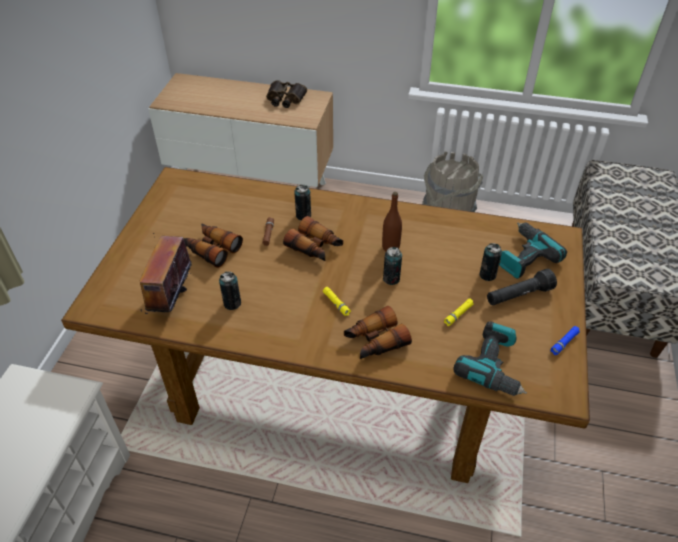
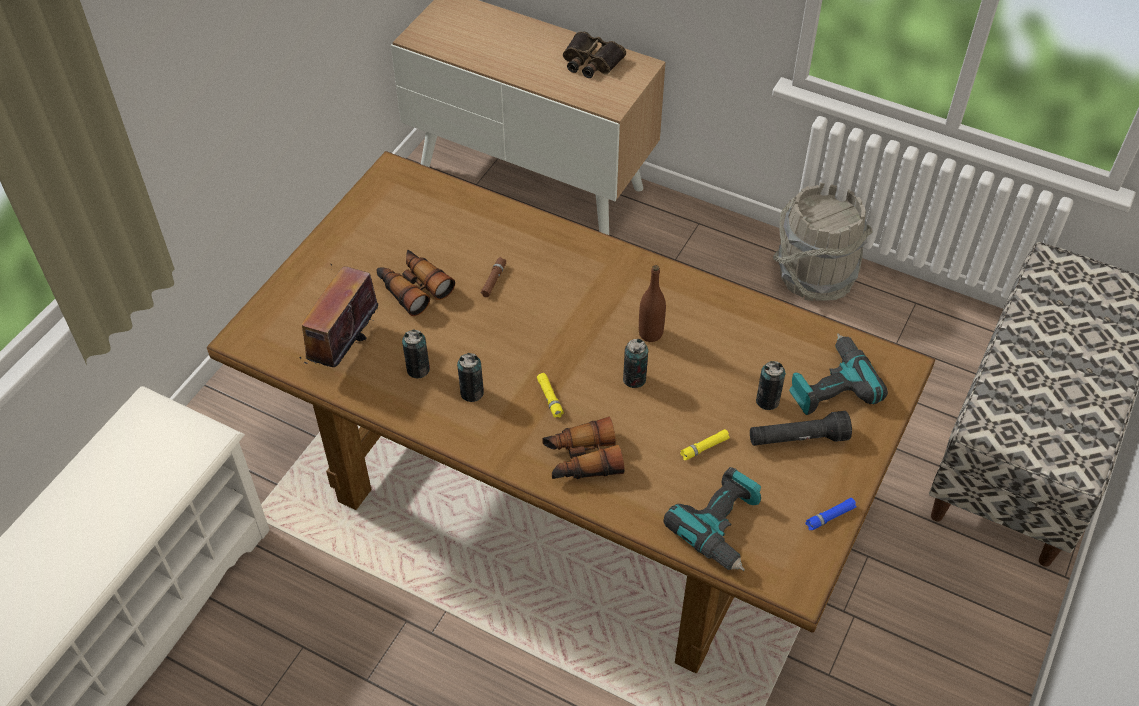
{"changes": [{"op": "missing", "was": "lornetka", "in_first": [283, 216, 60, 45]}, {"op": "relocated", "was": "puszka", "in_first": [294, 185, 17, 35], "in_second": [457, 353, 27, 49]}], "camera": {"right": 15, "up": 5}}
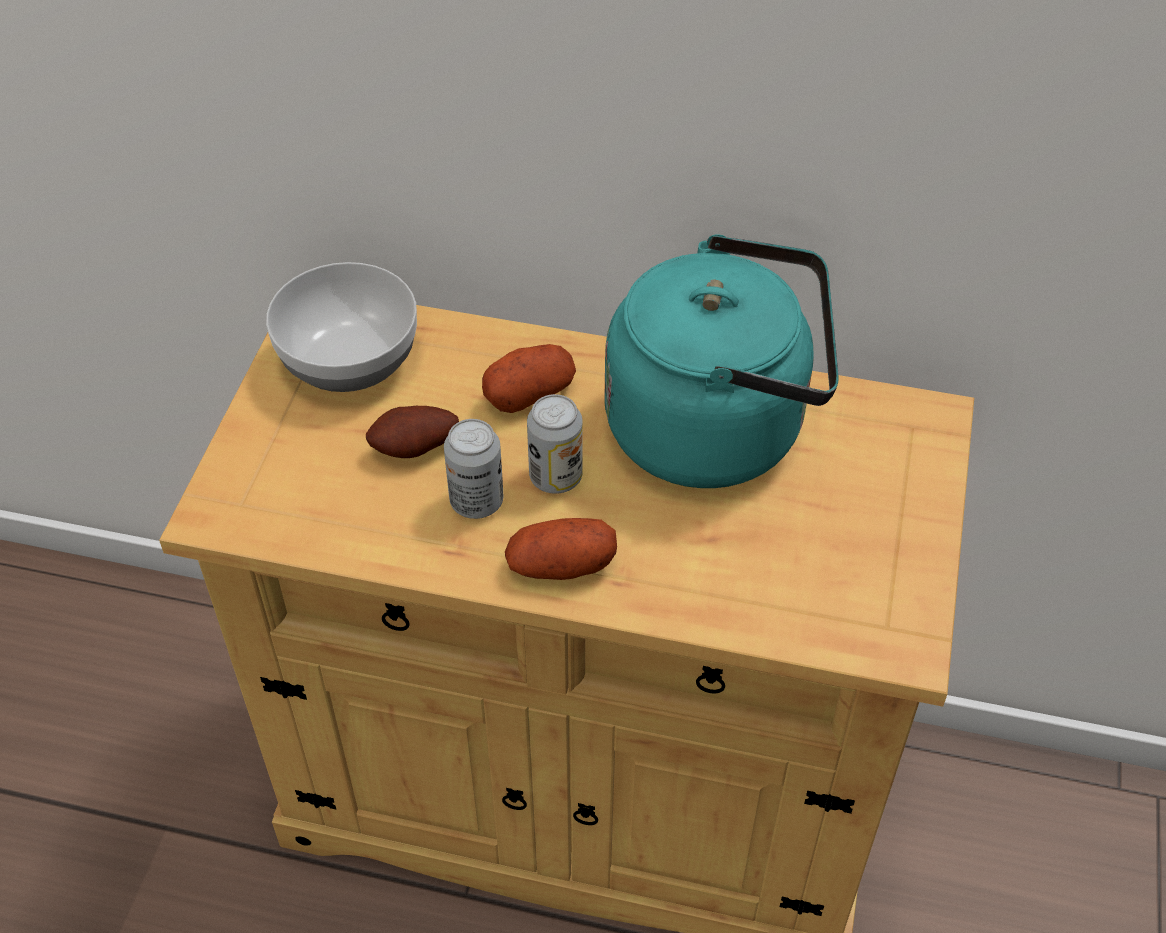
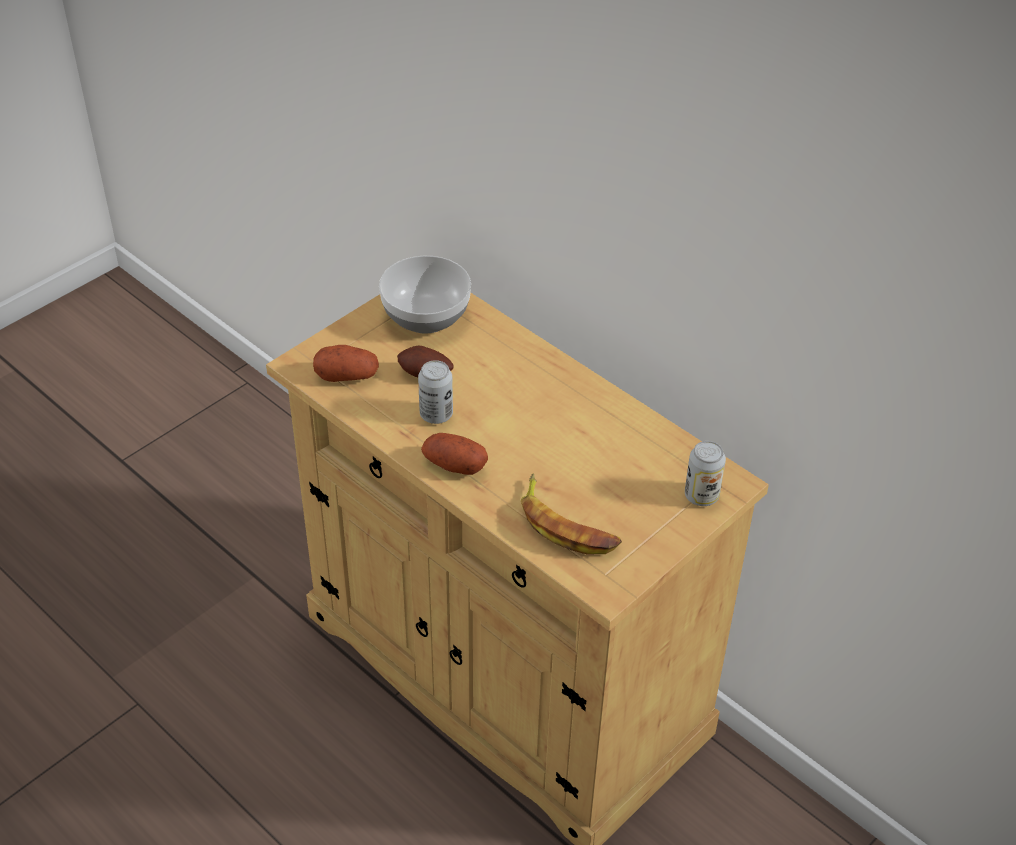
{"changes": [{"op": "relocated", "was": "ziemniak", "in_first": [482, 344, 94, 69], "in_second": [313, 345, 66, 37]}, {"op": "relocated", "was": "puszka", "in_first": [527, 394, 56, 100], "in_second": [685, 441, 41, 65]}, {"op": "missing", "was": "czajnik (turkusowy)", "in_first": [604, 234, 235, 254]}, {"op": "appeared", "now": "banan", "in_second": [521, 473, 101, 81]}], "camera": {"right": 30, "up": -5}}
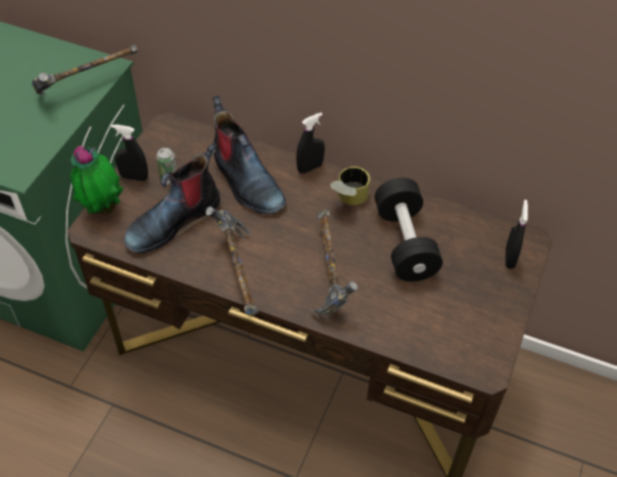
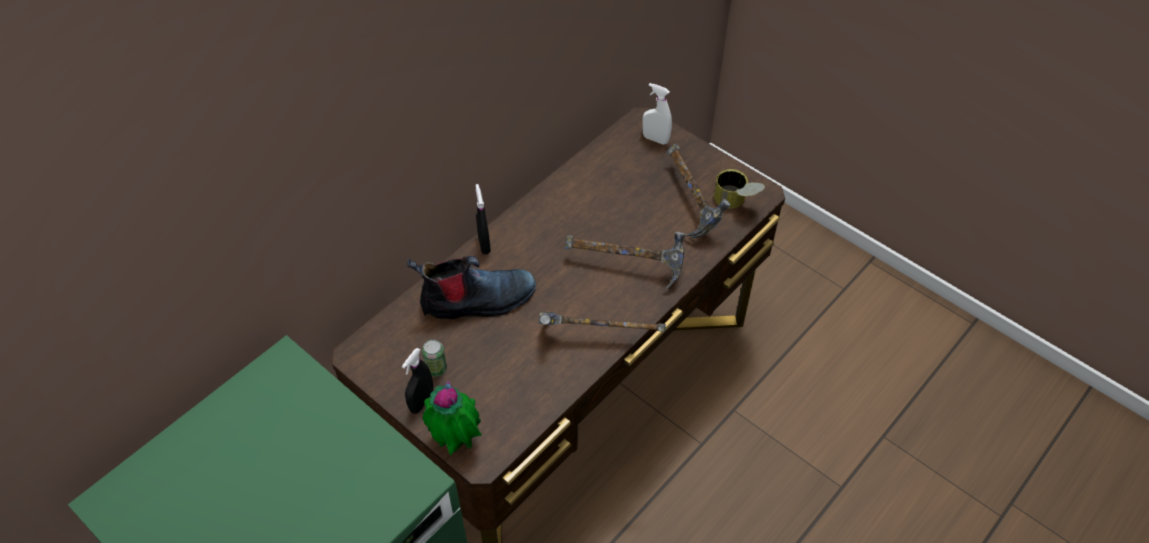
{"changes": [{"op": "relocated", "was": "młotek", "in_first": [32, 44, 106, 51], "in_second": [667, 144, 63, 94]}, {"op": "missing", "was": "but z cholewką", "in_first": [124, 142, 96, 111]}, {"op": "relocated", "was": "puszka", "in_first": [330, 166, 40, 39], "in_second": [714, 169, 51, 40]}, {"op": "missing", "was": "hantel (czarny)", "in_first": [375, 178, 68, 104]}, {"op": "colour", "was": "spryskiwacz (czarny)", "now": "spryskiwacz (biały)", "in_first": [505, 200, 23, 69], "in_second": [642, 83, 30, 62]}], "camera": {"right": -70, "up": 0}}
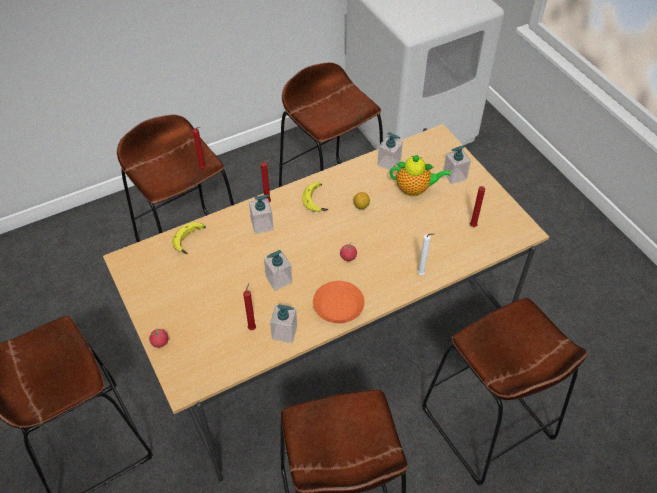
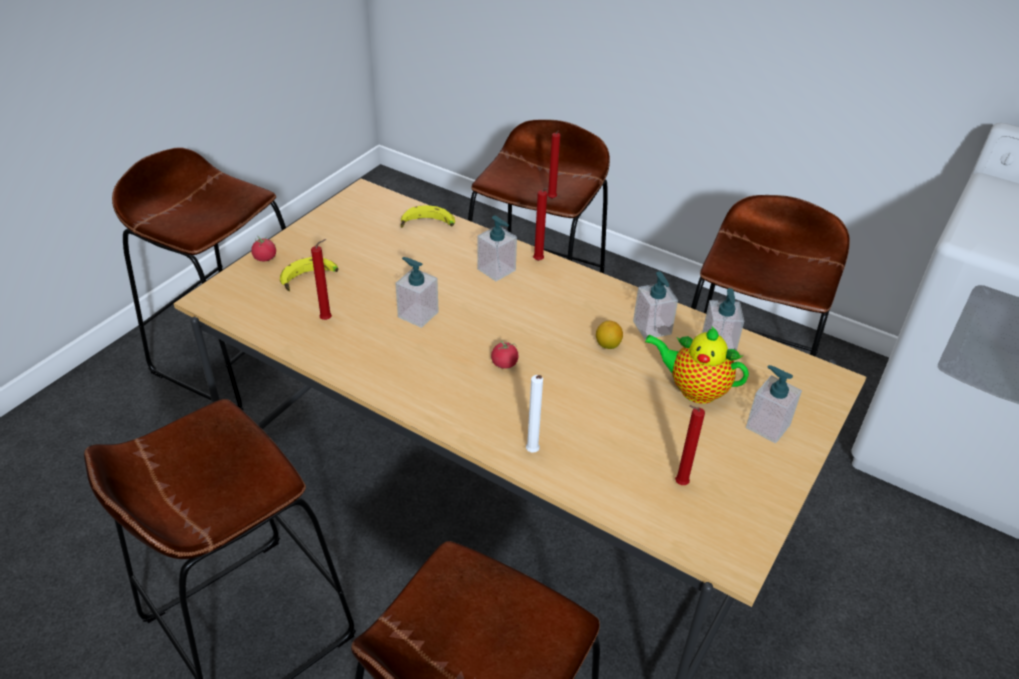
{"changes": [{"op": "relocated", "was": "dozownik mydła", "in_first": [270, 304, 27, 39], "in_second": [633, 271, 45, 69]}, {"op": "relocated", "was": "banan", "in_first": [302, 182, 26, 30], "in_second": [280, 257, 58, 35]}, {"op": "missing", "was": "talerz (pomarańczowy)", "in_first": [313, 281, 52, 43]}, {"op": "spun", "was": "imbryk", "in_first": [390, 155, 61, 41], "in_second": [645, 326, 104, 78], "clockwise": 135}], "camera": {"right": 60, "up": -10}}
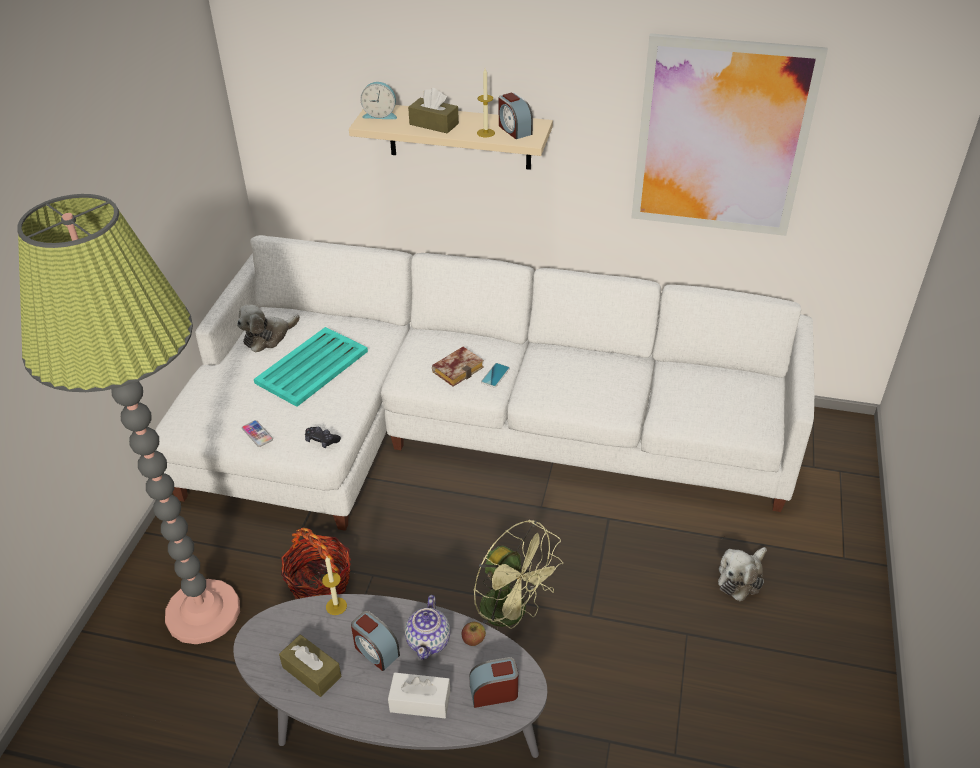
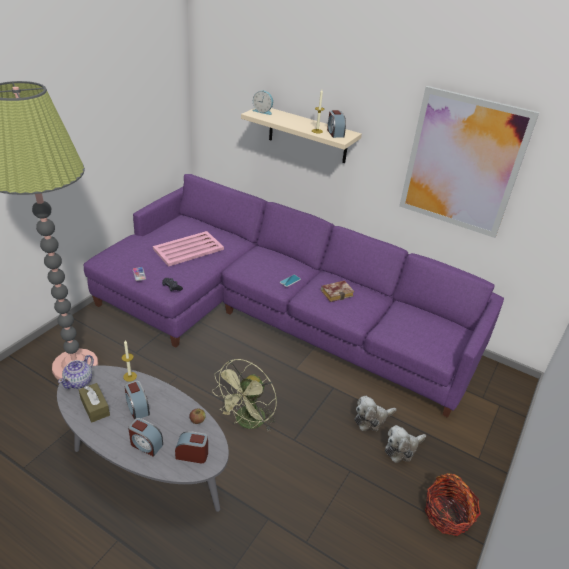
{"changes": [{"op": "colour", "was": "kanapa (biały)", "now": "kanapa (fioletowy)", "in_first": [155, 235, 659, 296], "in_second": [84, 174, 420, 244]}, {"op": "relocated", "was": "pluszak", "in_first": [237, 305, 63, 48], "in_second": [354, 396, 42, 35]}, {"op": "colour", "was": "taca (turkusowy)", "now": "taca (różowy)", "in_first": [254, 327, 114, 80], "in_second": [153, 231, 71, 36]}, {"op": "relocated", "was": "koszyk", "in_first": [281, 528, 70, 71], "in_second": [425, 473, 56, 63]}, {"op": "exchanged", "was": "pudełko chusteczek (biały)", "now": "budzik", "in_first": [388, 672, 62, 46], "in_second": [128, 418, 35, 39]}, {"op": "relocated", "was": "imbryk", "in_first": [405, 595, 45, 65], "in_second": [58, 355, 36, 34]}, {"op": "missing", "was": "pudełko chusteczek (brązowy)", "in_first": [408, 88, 51, 45]}, {"op": "relocated", "was": "książka", "in_first": [432, 347, 52, 40], "in_second": [321, 280, 34, 22]}, {"op": "spun", "was": "wentylator (zielony)", "in_first": [474, 520, 89, 109], "in_second": [212, 359, 65, 72], "clockwise": 60}], "camera": {"right": 15, "up": -5}}
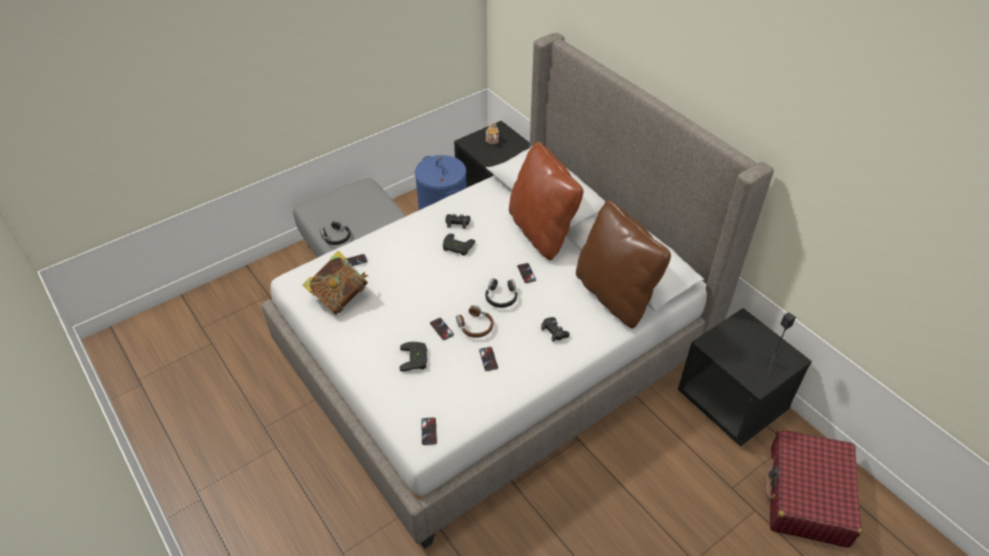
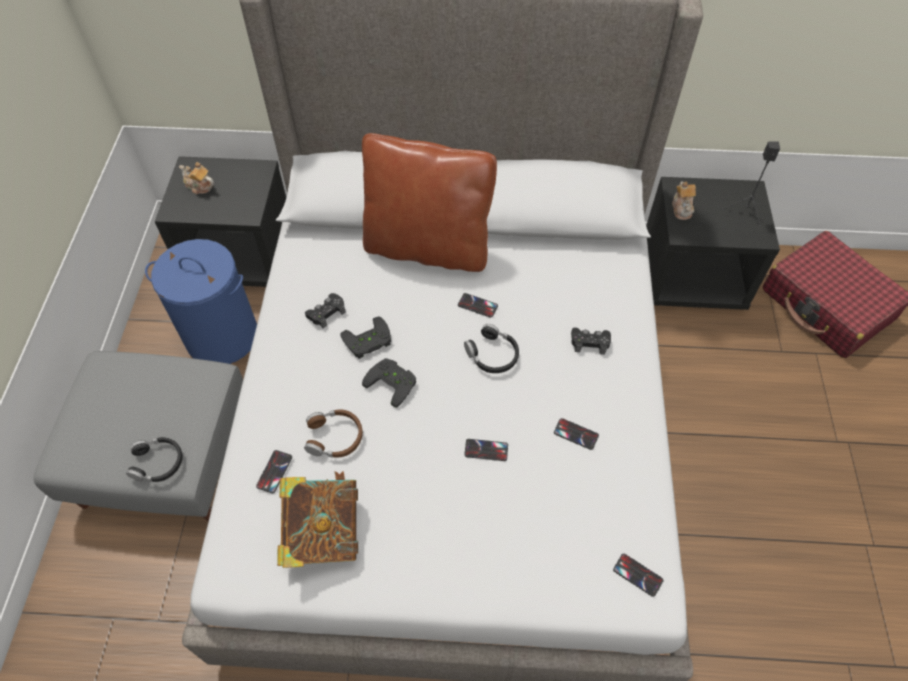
{"changes": [{"op": "relocated", "was": "pad do gier (czarny)", "in_first": [400, 342, 27, 30], "in_second": [362, 358, 54, 50]}, {"op": "relocated", "was": "słuchawki (brązowy)", "in_first": [456, 305, 37, 33], "in_second": [304, 410, 59, 48]}, {"op": "missing", "was": "poduszka (brązowy)", "in_first": [576, 200, 95, 128]}, {"op": "appeared", "now": "imbryk", "in_second": [672, 181, 24, 39]}], "camera": {"right": -50, "up": 10}}
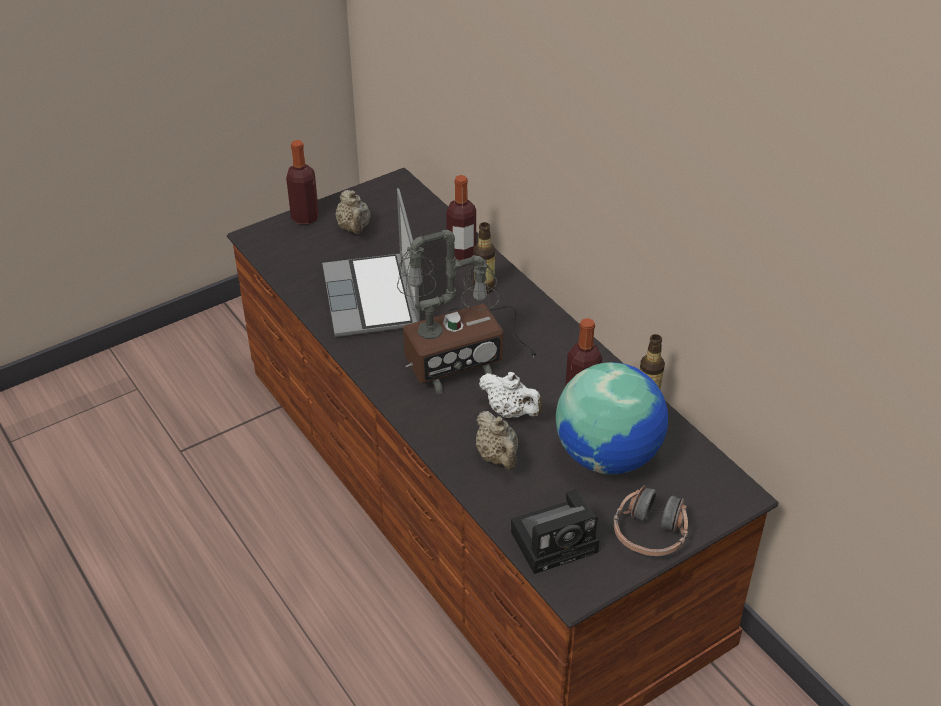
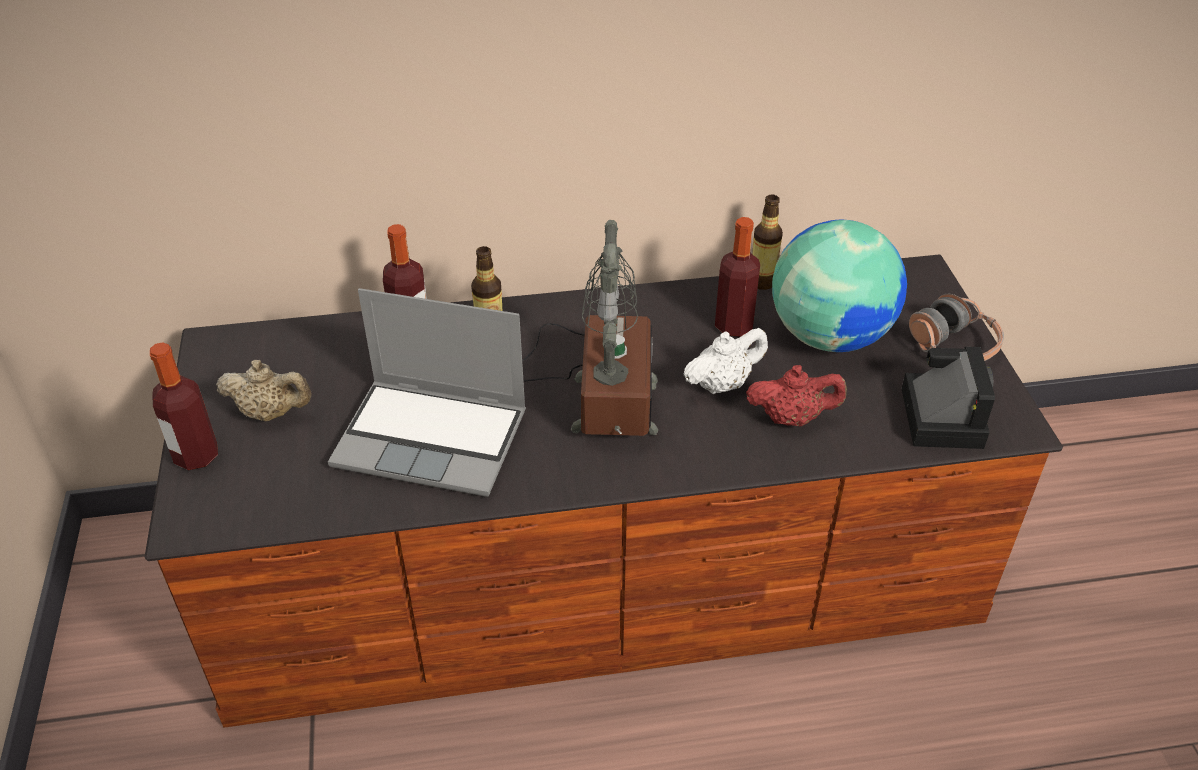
{"changes": [{"op": "colour", "was": "imbryk (beżowy)", "now": "imbryk (czerwony)", "in_first": [476, 411, 42, 59], "in_second": [746, 365, 101, 61]}], "camera": {"right": -65, "up": 0}}
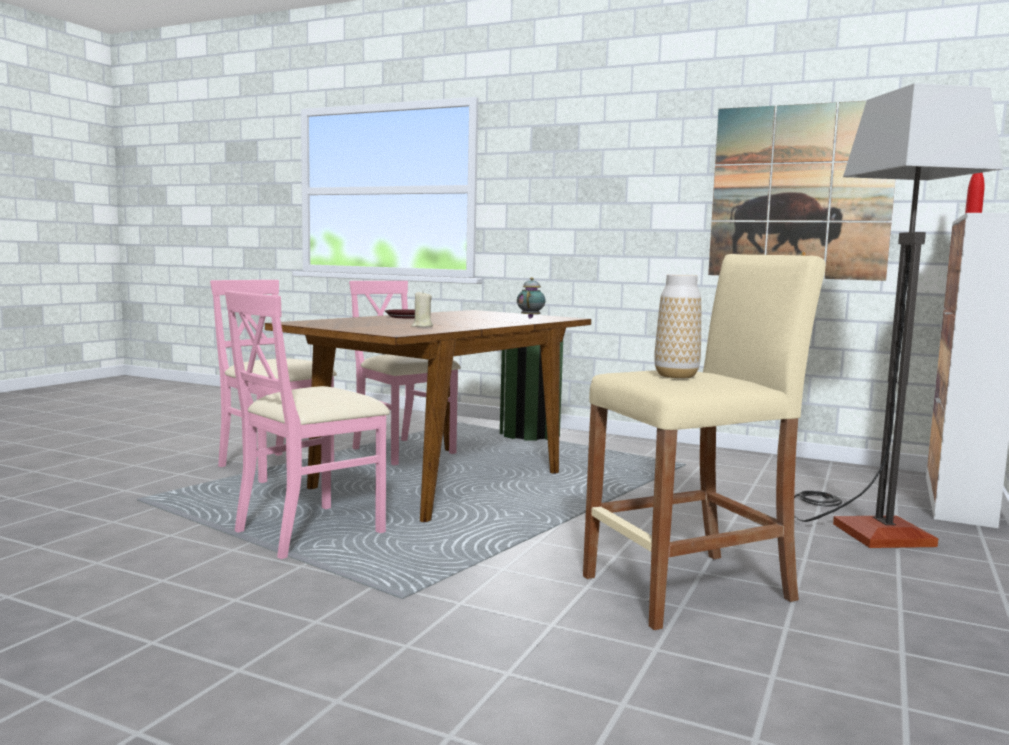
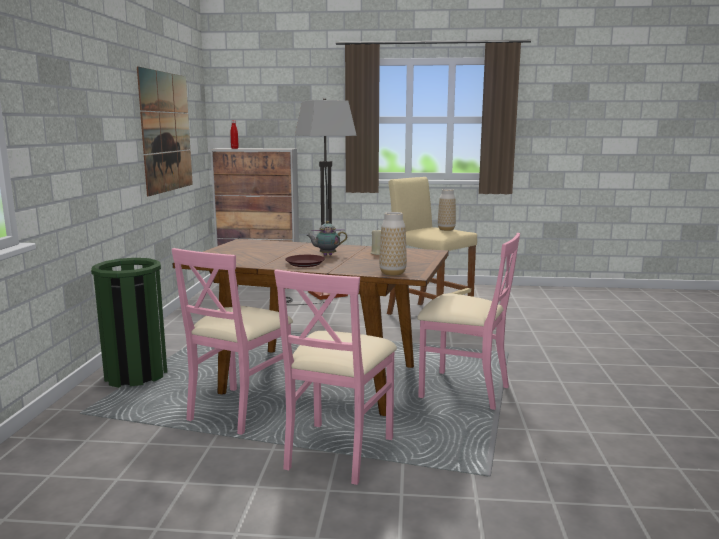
{"changes": [{"op": "relocated", "was": "imbryk", "in_first": [517, 277, 29, 41], "in_second": [306, 221, 41, 34]}, {"op": "appeared", "now": "wazon", "in_second": [379, 212, 28, 64]}], "camera": {"right": -110, "up": 5}}
